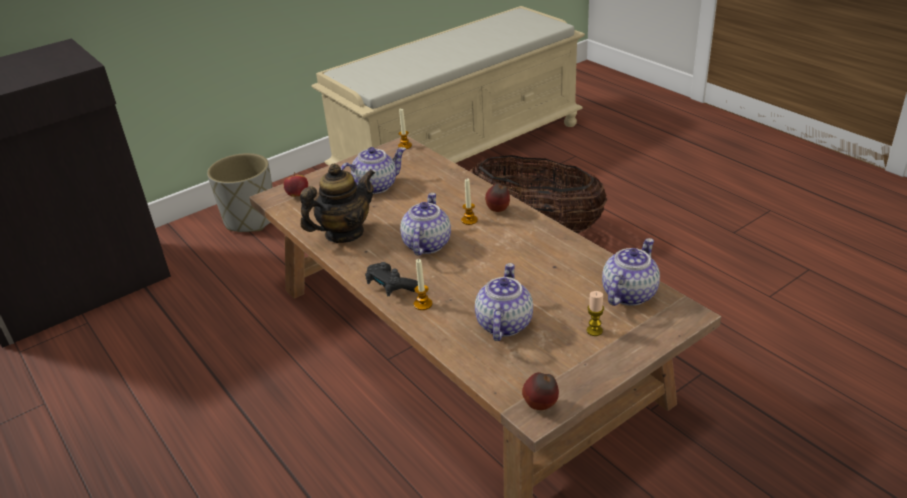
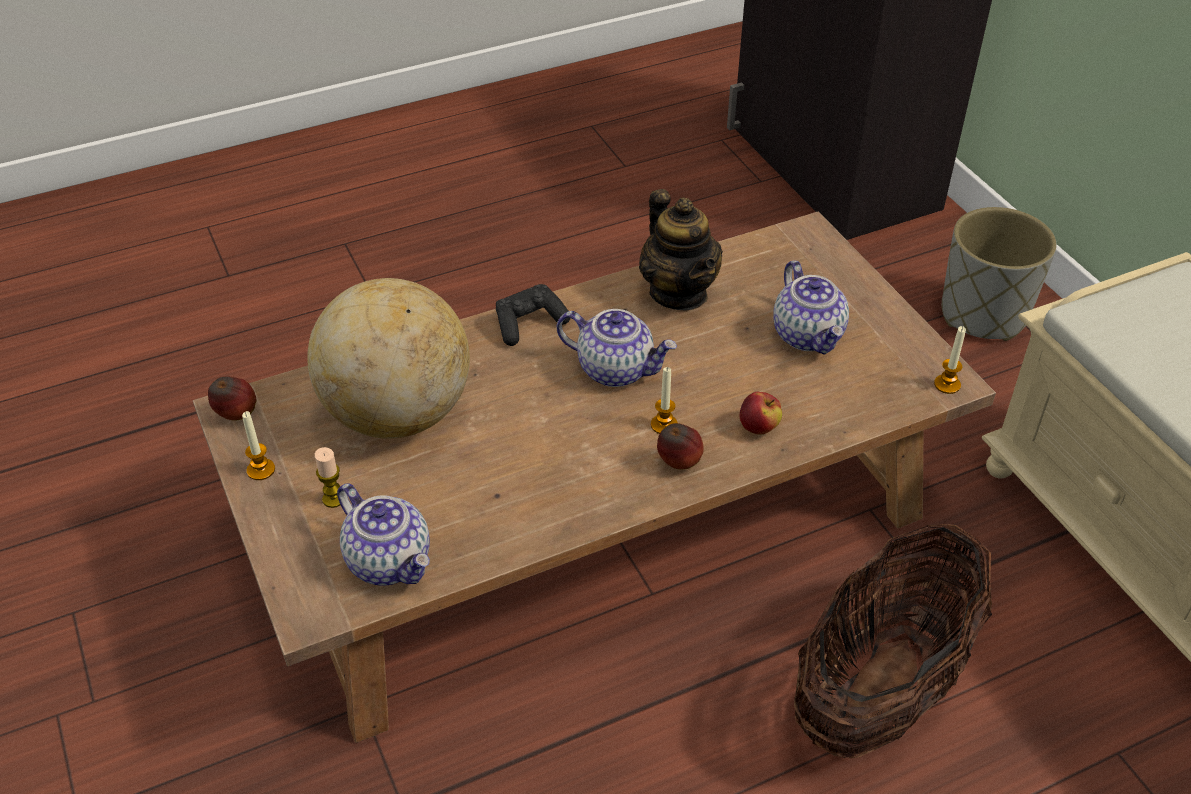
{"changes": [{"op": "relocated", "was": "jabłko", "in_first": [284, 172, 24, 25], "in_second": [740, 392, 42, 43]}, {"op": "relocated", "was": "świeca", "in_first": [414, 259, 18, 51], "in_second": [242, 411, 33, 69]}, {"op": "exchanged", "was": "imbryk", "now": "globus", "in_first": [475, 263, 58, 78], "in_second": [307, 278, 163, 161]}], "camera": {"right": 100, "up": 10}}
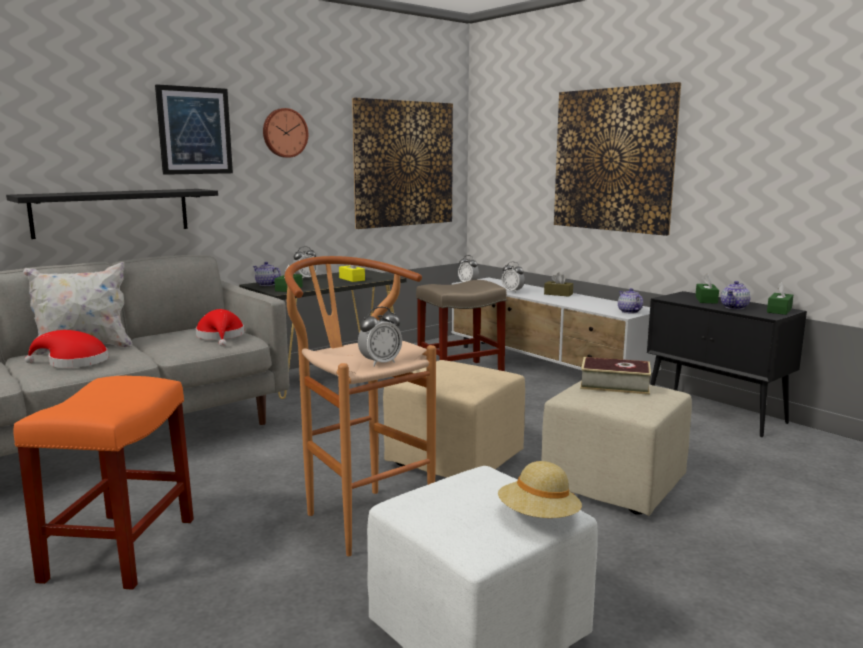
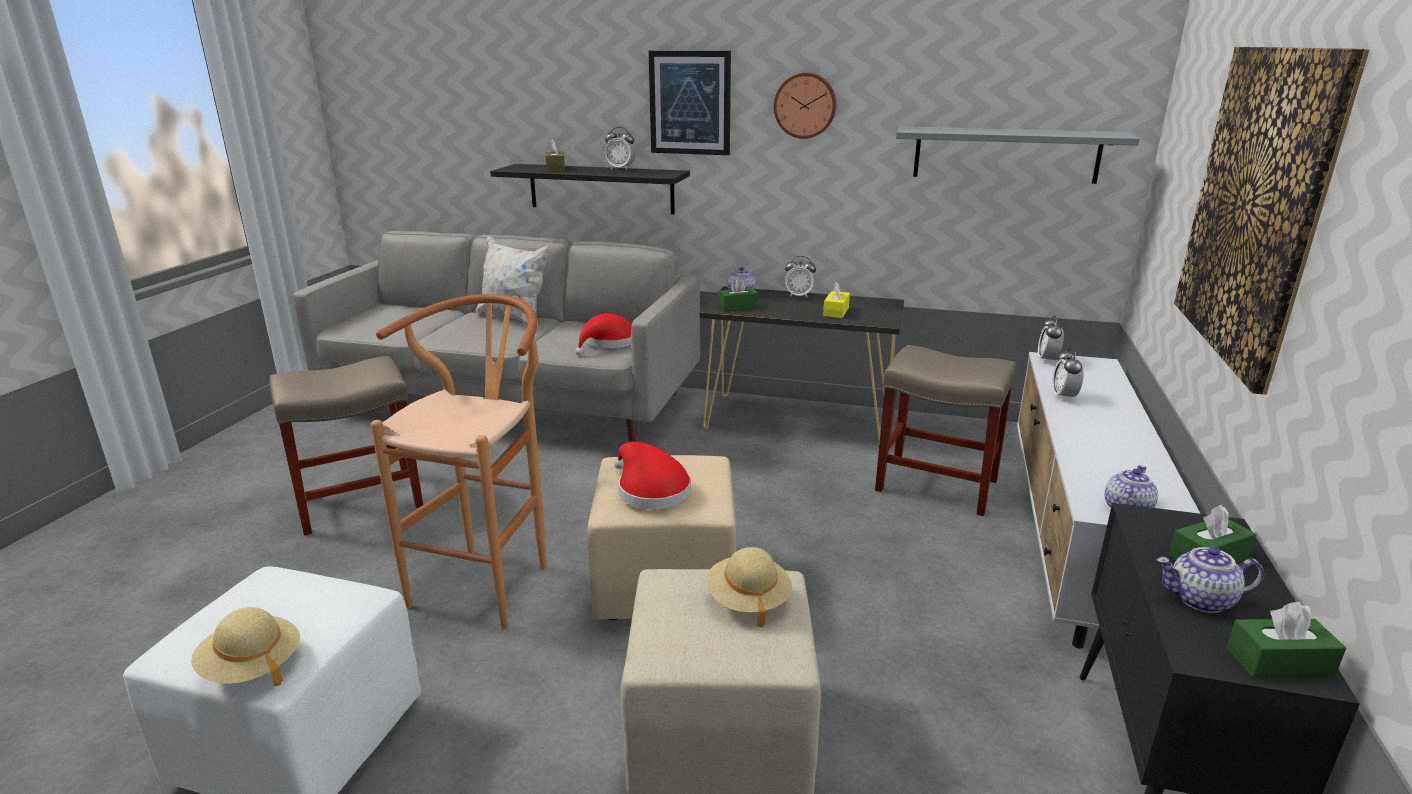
{"changes": [{"op": "colour", "was": "stołek (pomarańczowy)", "now": "stołek (beżowy)", "in_first": [13, 376, 181, 214], "in_second": [270, 356, 153, 180]}, {"op": "relocated", "was": "kapelusz (czerwony)", "in_first": [25, 330, 84, 38], "in_second": [614, 442, 77, 67]}, {"op": "exchanged", "was": "obraz", "now": "półka (szary)", "in_first": [352, 98, 101, 131], "in_second": [896, 126, 244, 58]}, {"op": "relocated", "was": "budzik", "in_first": [358, 307, 44, 60], "in_second": [605, 127, 31, 43]}, {"op": "relocated", "was": "pudełko chusteczek (brązowy)", "in_first": [544, 273, 29, 24], "in_second": [546, 139, 19, 33]}, {"op": "exchanged", "was": "książka", "now": "kapelusz (beżowy)", "in_first": [580, 357, 71, 38], "in_second": [707, 547, 85, 80]}], "camera": {"right": 55, "up": 10}}
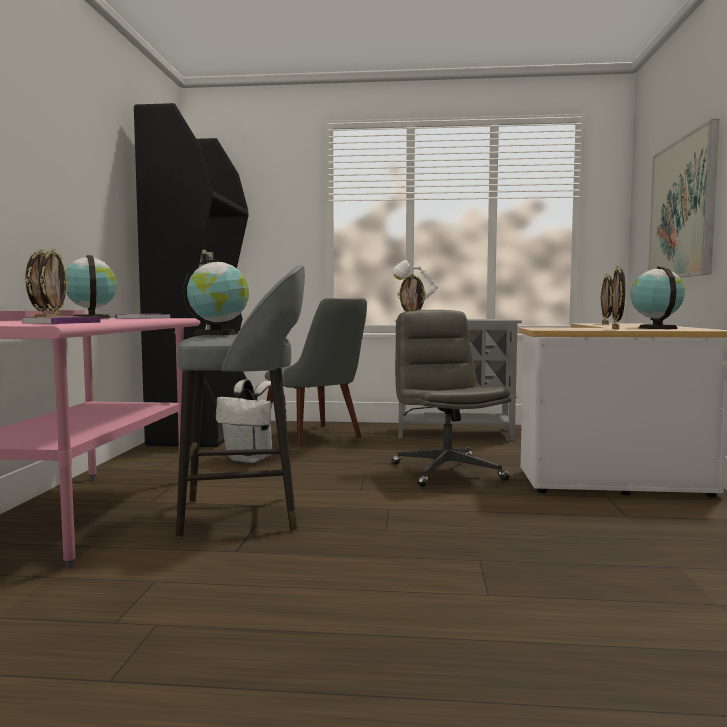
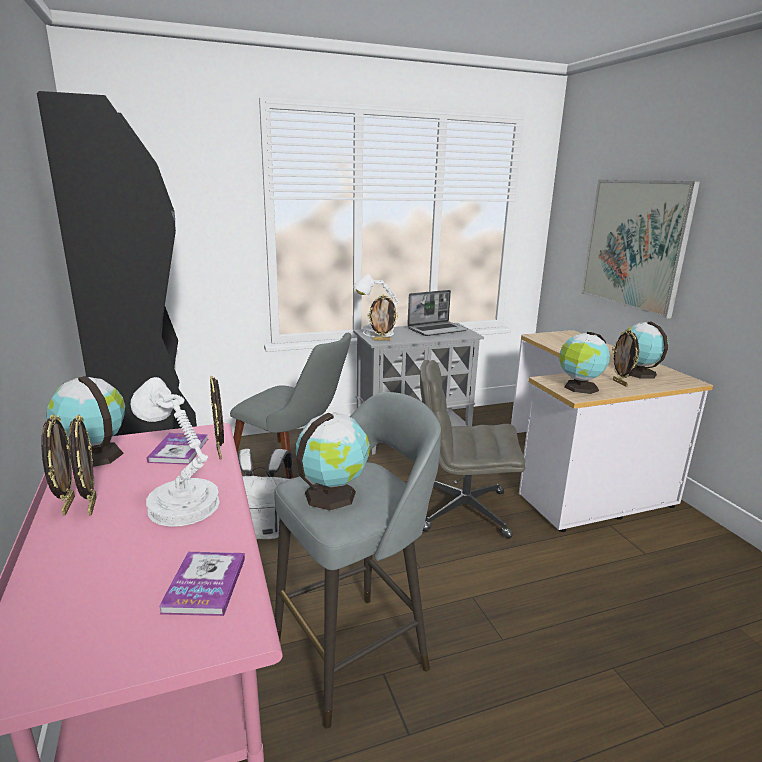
{"changes": [{"op": "spun", "was": "krzesło biurowe (szary)", "in_first": [391, 310, 120, 177], "in_second": [420, 360, 106, 179], "clockwise": -45}, {"op": "relocated", "was": "ramka na zdjęcie", "in_first": [600, 274, 13, 51], "in_second": [210, 376, 14, 83]}, {"op": "appeared", "now": "lampa stołowa (biały)", "in_second": [131, 377, 89, 150]}, {"op": "appeared", "now": "laptop", "in_second": [407, 290, 61, 46]}, {"op": "appeared", "now": "globus", "in_second": [559, 332, 51, 62]}], "camera": {"right": -25, "up": 15}}
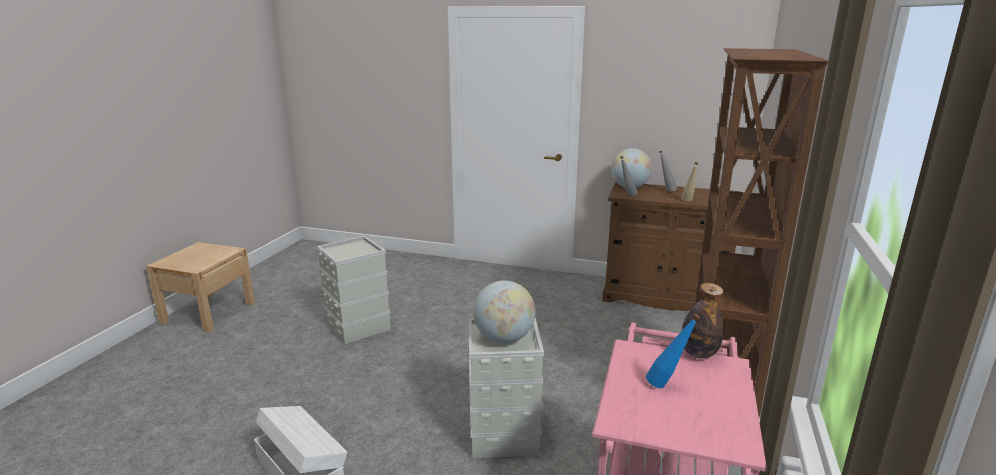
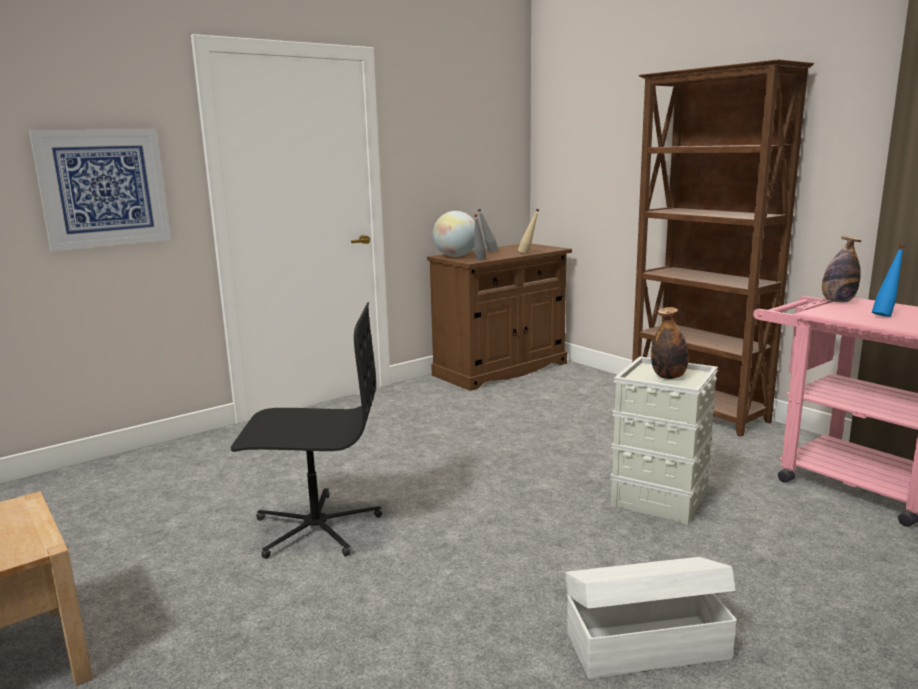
{"changes": [{"op": "exchanged", "was": "pojemnik do przechowywania (szary)", "now": "krzesło biurowe (czarny)", "in_first": [317, 236, 74, 108], "in_second": [231, 302, 151, 257]}, {"op": "exchanged", "was": "globus", "now": "butelka", "in_first": [473, 280, 62, 63], "in_second": [651, 307, 38, 72]}, {"op": "appeared", "now": "obraz", "in_second": [29, 129, 142, 122]}], "camera": {"right": -55, "up": -5}}
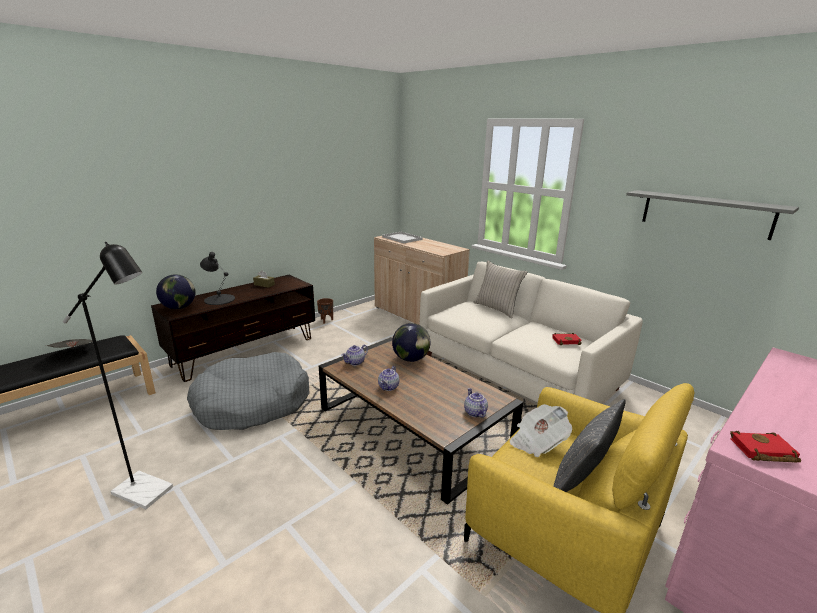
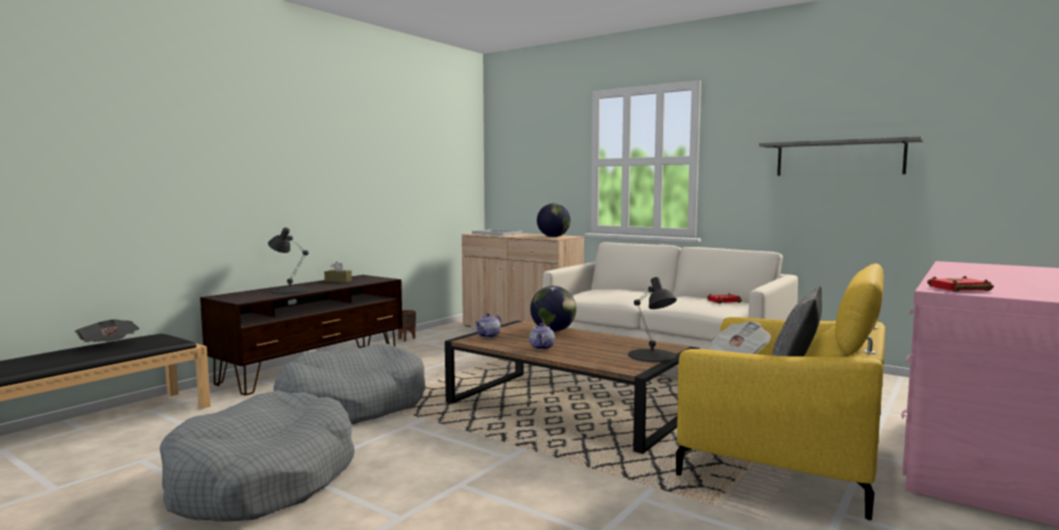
{"changes": [{"op": "exchanged", "was": "lampa stojąca (czarny)", "now": "legowisko (szary)", "in_first": [63, 242, 110, 267], "in_second": [160, 391, 195, 131]}, {"op": "relocated", "was": "globus", "in_first": [156, 274, 40, 35], "in_second": [537, 203, 33, 34]}, {"op": "exchanged", "was": "imbryk", "now": "lampa stołowa (czarny)", "in_first": [464, 388, 24, 30], "in_second": [628, 277, 49, 85]}, {"op": "missing", "was": "poduszka (beżowy)", "in_first": [473, 260, 55, 59]}], "camera": {"right": -10, "up": -15}}
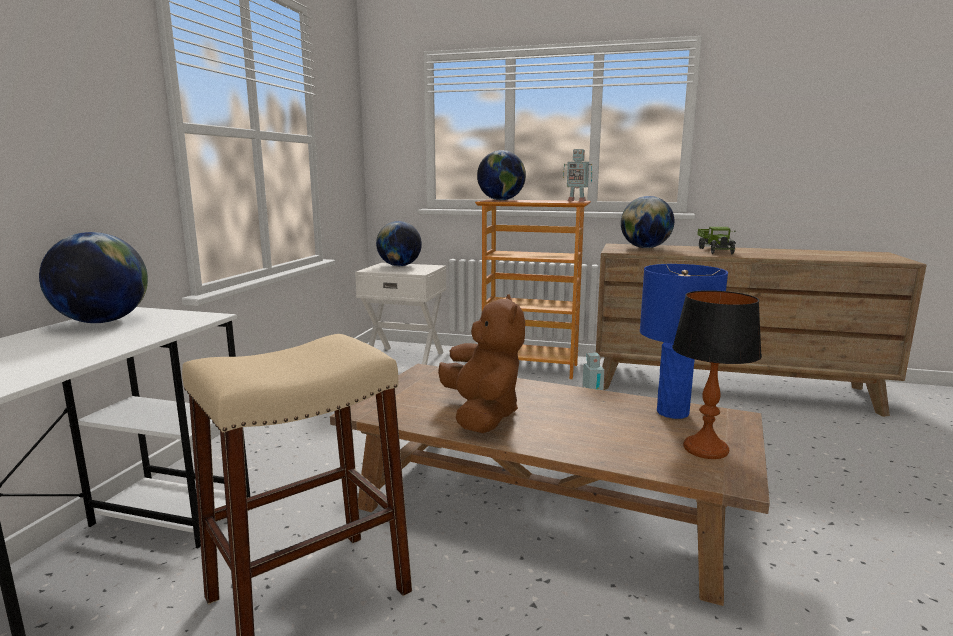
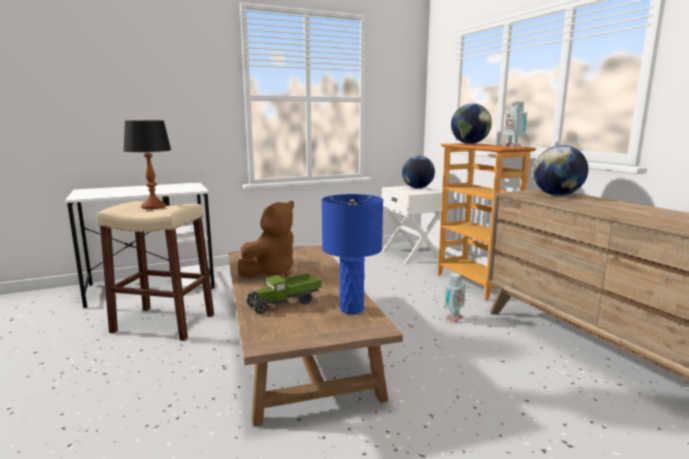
{"changes": [{"op": "missing", "was": "globus", "in_first": [39, 232, 109, 91]}, {"op": "relocated", "was": "lampa stołowa", "in_first": [672, 290, 90, 169], "in_second": [124, 120, 47, 89]}, {"op": "relocated", "was": "ciężarówka zabawkowa", "in_first": [697, 227, 39, 28], "in_second": [246, 273, 76, 41]}], "camera": {"right": 50, "up": 0}}
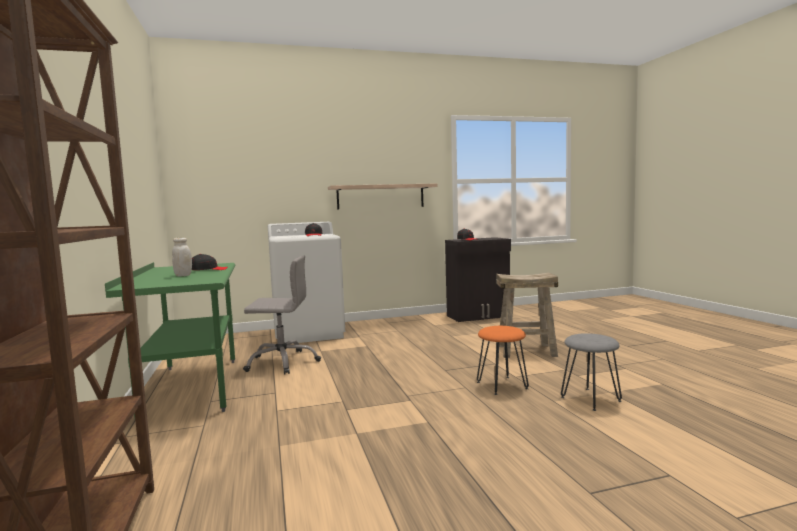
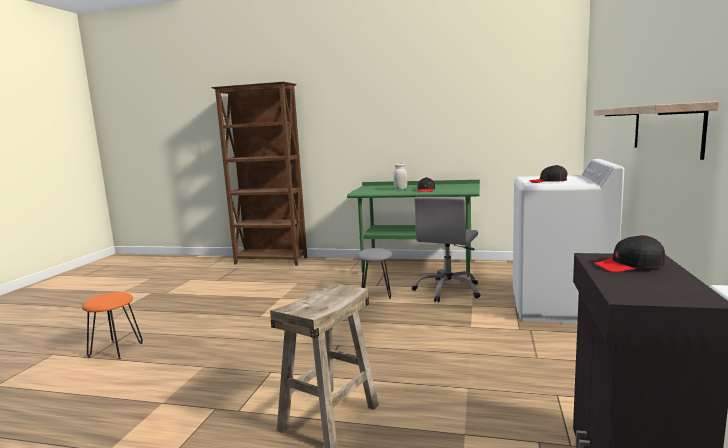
{"changes": [{"op": "relocated", "was": "stołek (pomarańczowy)", "in_first": [477, 326, 52, 69], "in_second": [82, 292, 61, 68]}, {"op": "relocated", "was": "stołek (szary)", "in_first": [561, 333, 61, 78], "in_second": [356, 248, 36, 51]}], "camera": {"right": 120, "up": 5}}
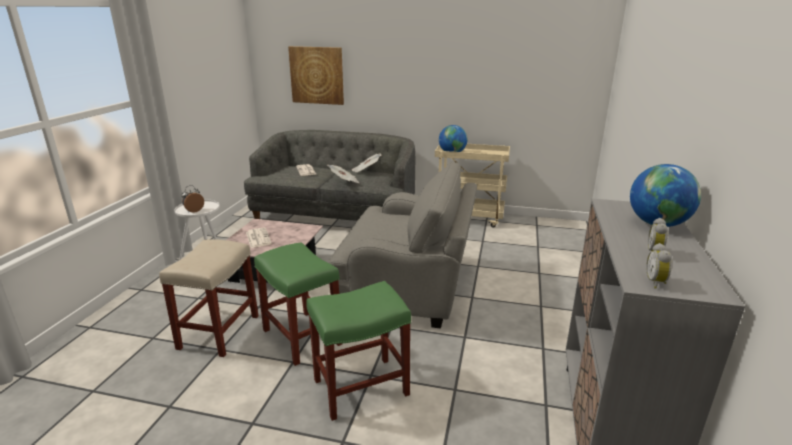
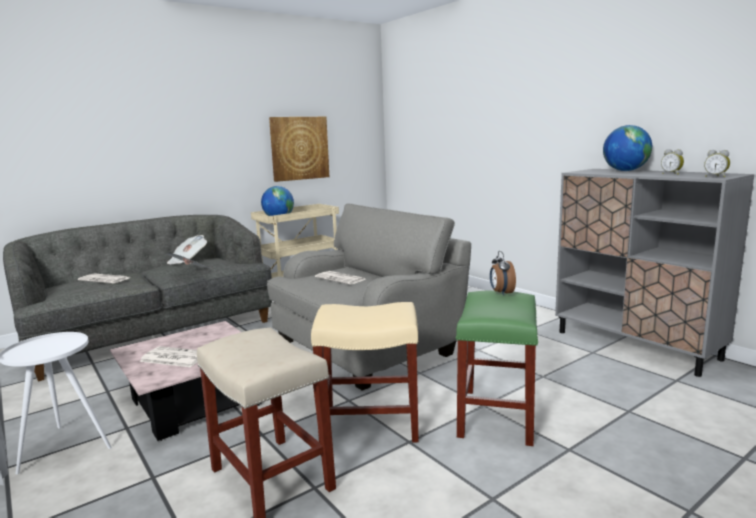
{"changes": [{"op": "relocated", "was": "budzik", "in_first": [181, 185, 23, 28], "in_second": [490, 251, 26, 45]}, {"op": "colour", "was": "stołek (zielony)", "now": "stołek (beżowy)", "in_first": [254, 242, 89, 124], "in_second": [311, 302, 108, 140]}, {"op": "relocated", "was": "obraz", "in_first": [288, 46, 56, 59], "in_second": [269, 117, 60, 65]}, {"op": "appeared", "now": "gazeta", "in_second": [315, 271, 51, 14]}], "camera": {"right": -50, "up": -10}}
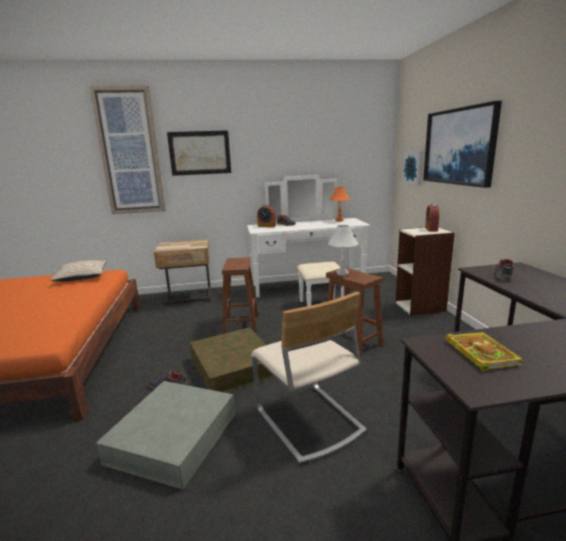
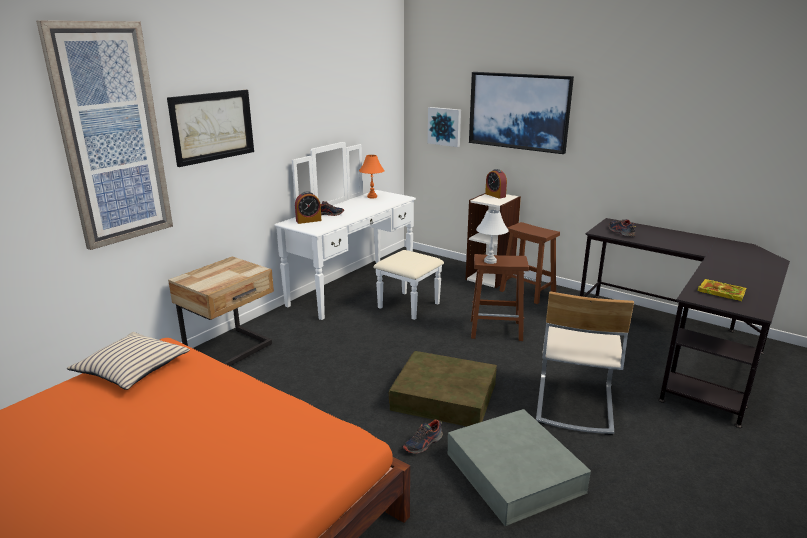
{"changes": [{"op": "relocated", "was": "stołek (brązowy)", "in_first": [222, 257, 36, 76], "in_second": [499, 222, 61, 82]}, {"op": "spun", "was": "krzesło (beżowy)", "in_first": [251, 292, 116, 173], "in_second": [536, 291, 98, 144], "clockwise": 90}], "camera": {"right": -45, "up": 5}}
